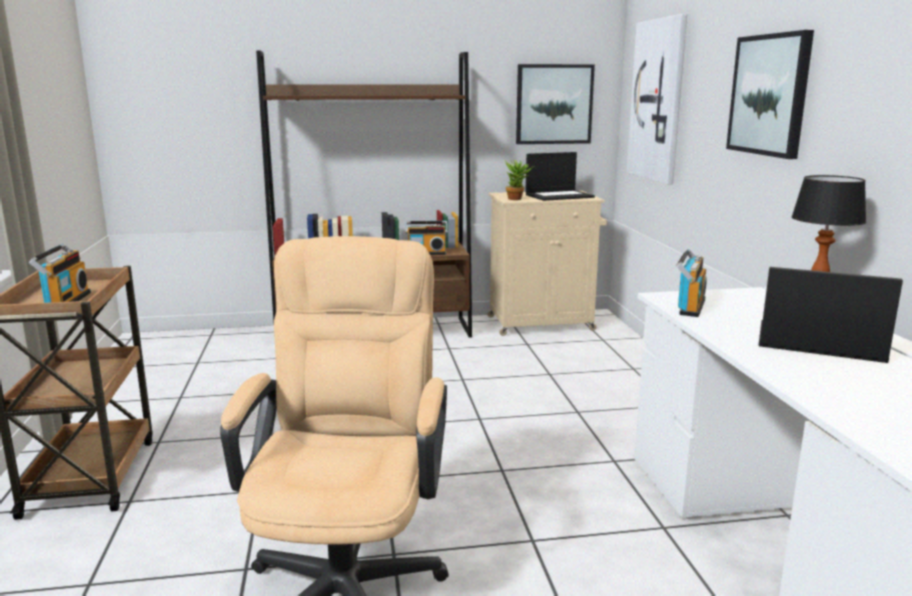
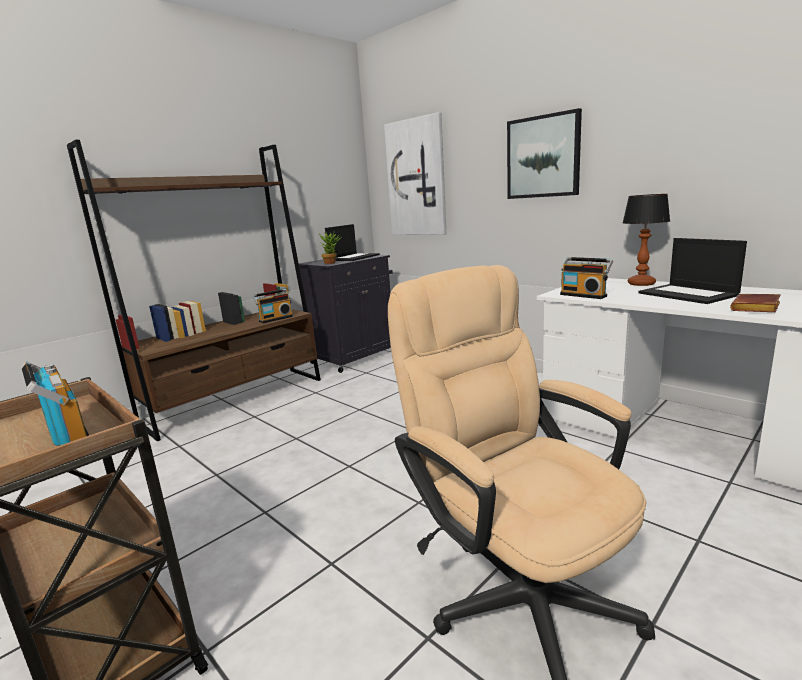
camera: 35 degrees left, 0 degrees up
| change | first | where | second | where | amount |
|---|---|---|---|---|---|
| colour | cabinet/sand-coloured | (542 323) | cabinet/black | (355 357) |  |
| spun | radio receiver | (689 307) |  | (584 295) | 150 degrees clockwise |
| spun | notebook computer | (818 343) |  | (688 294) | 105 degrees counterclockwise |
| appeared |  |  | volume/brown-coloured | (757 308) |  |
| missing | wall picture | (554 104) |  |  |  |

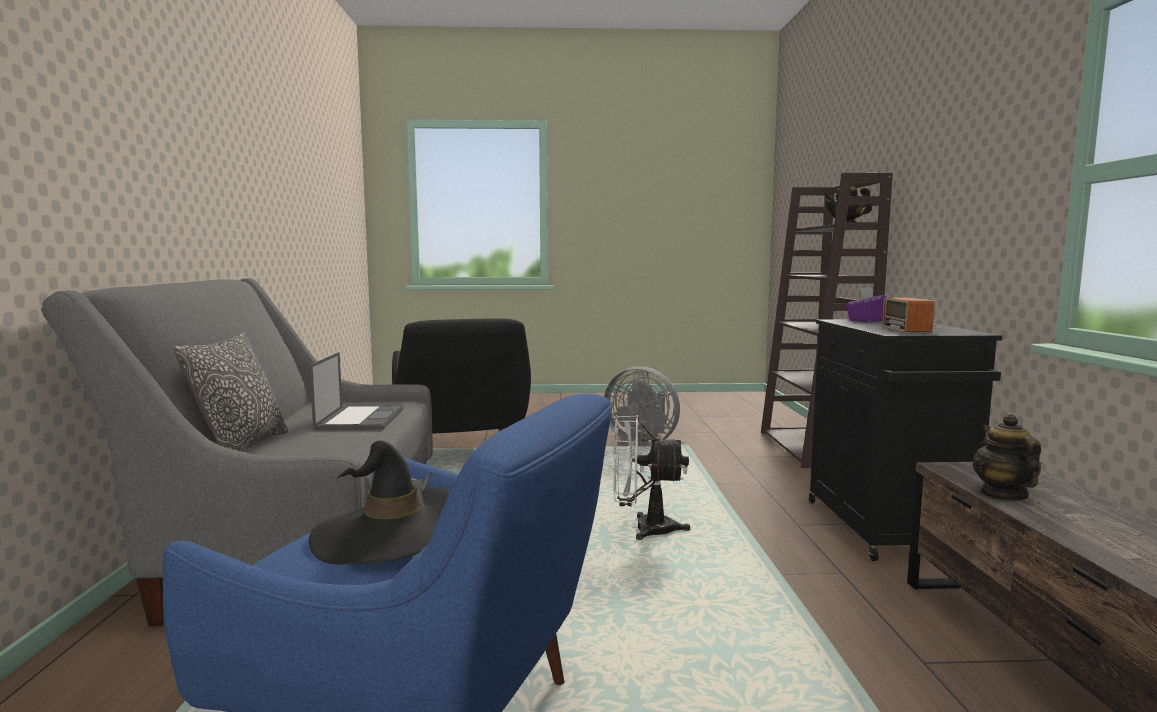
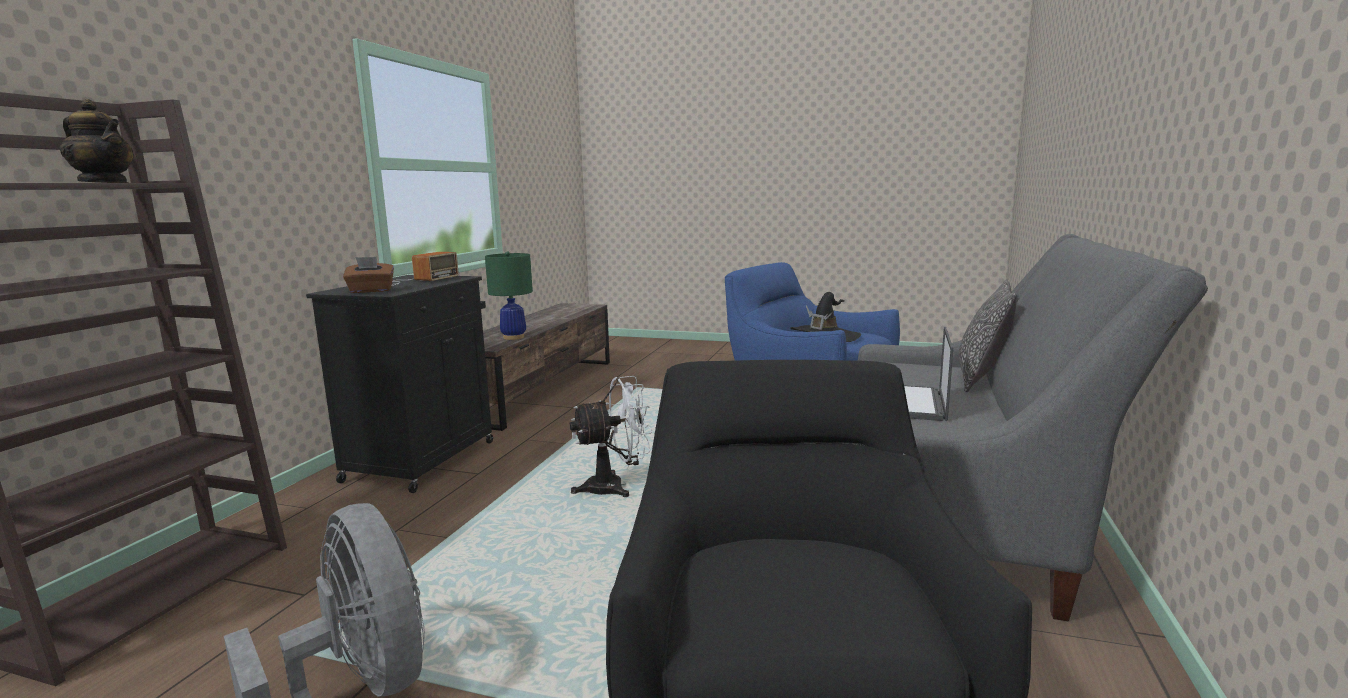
camera: 160 degrees left, 5 degrees up
| change | first | where | second | where | amount |
|---|---|---|---|---|---|
| colour | tissue box/purple | (867 321) | tissue box/brown-coloured | (371 291) |  |
| exchanged | pot for tea | (1003 494) | table lamp/green-coloured | (514 337) |  |
| spun | cooling fan/white-coloured | (644 529) |  | (615 487) | 45 degrees counterclockwise |

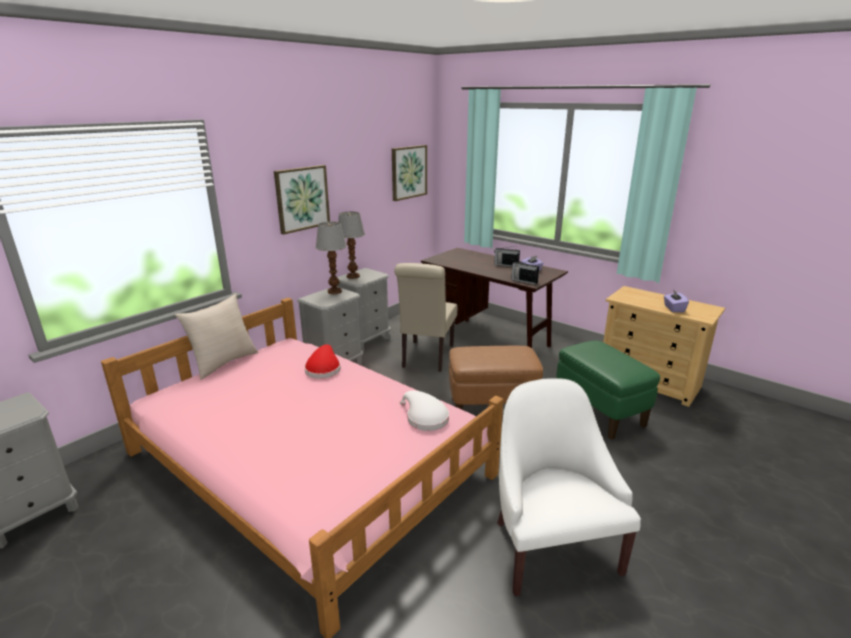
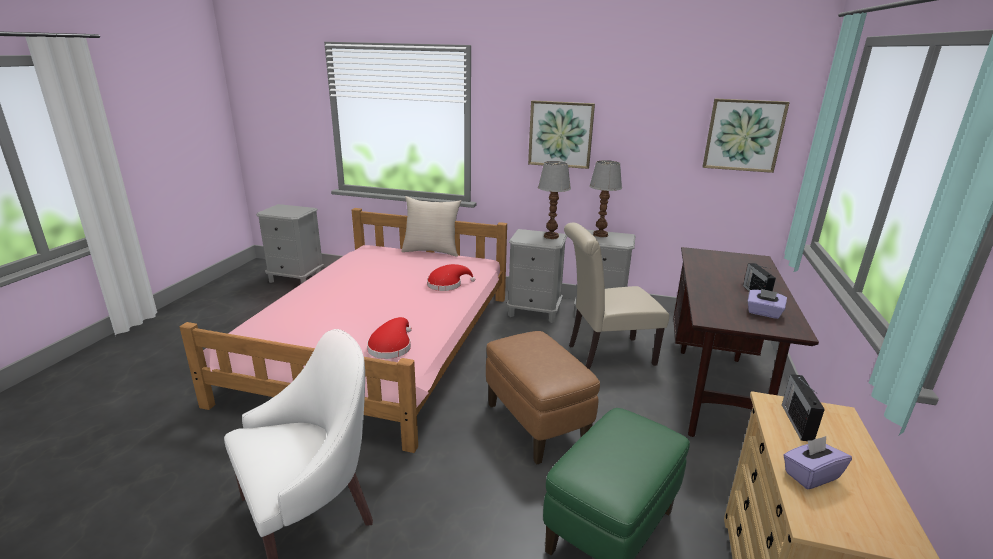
camera: 65 degrees right, 0 degrees up
| change | first | where | second | where | amount |
|---|---|---|---|---|---|
| colour | wearable hat/white-coloured | (425 418) | wearable hat/reddish | (391 347) |  |
| relocated | radio receiver | (523 281) |  | (796 421) |  |

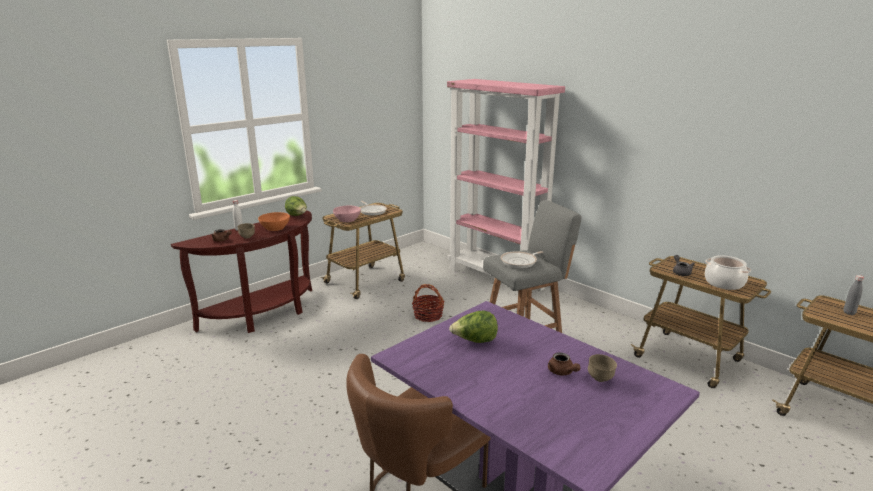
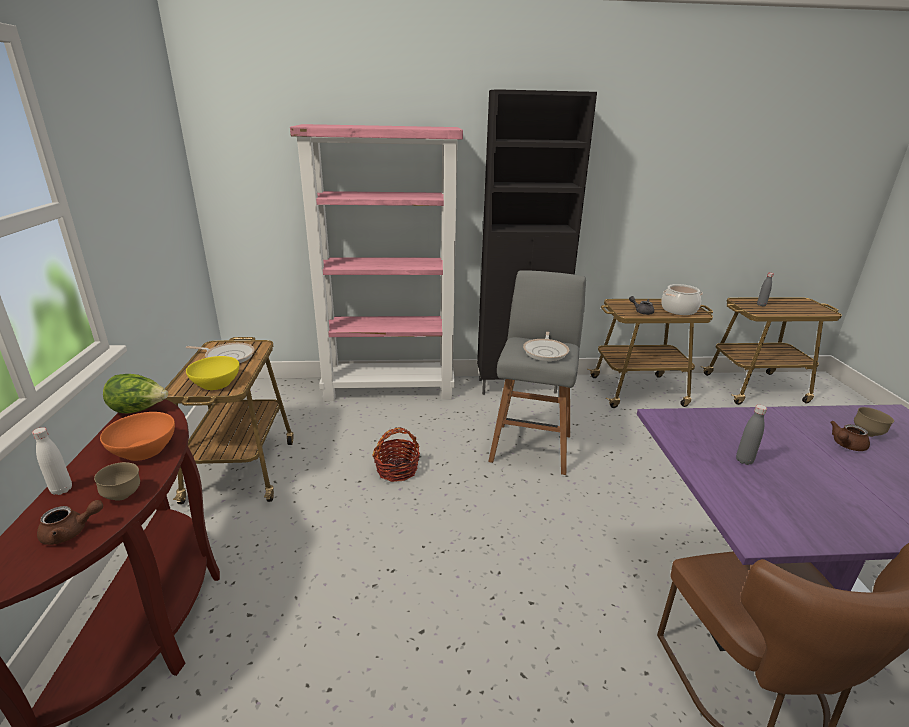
camera: 50 degrees left, 5 degrees up
| change | first | where | second | where | amount |
|---|---|---|---|---|---|
| colour | deep dish/pink-coloured | (347 220) | deep dish/yellow | (216 383) |  |
| appeared |  |  | cabinet/black | (518 386) |  |
| exchanged | head of lettuce | (475 341) | beverage bottle/grey | (744 460) |  |
| spun | pot for tea/brown-coloured | (562 372) |  | (846 445) | 135 degrees clockwise |

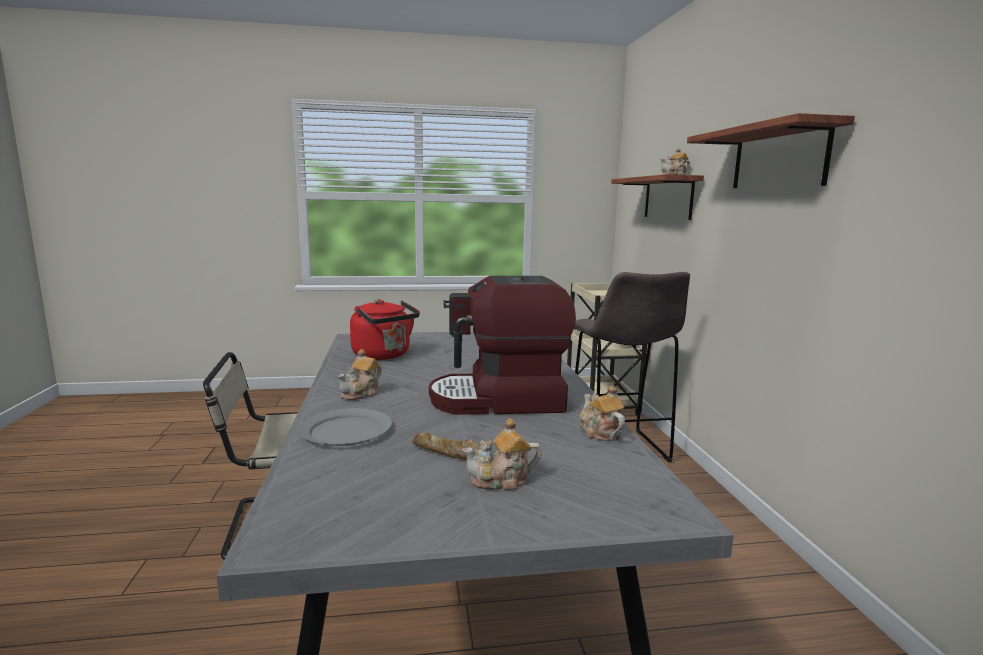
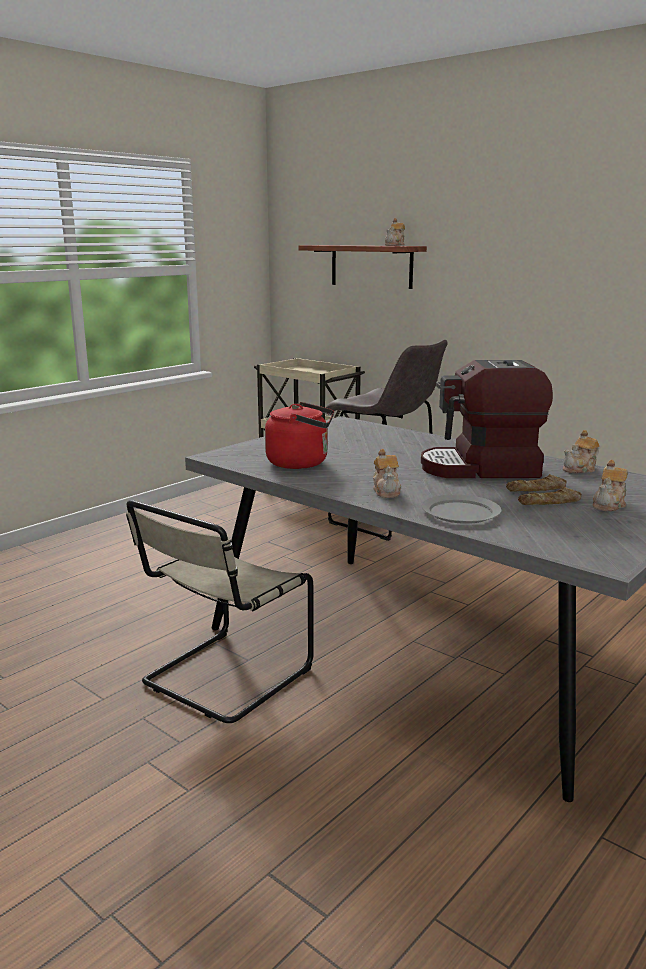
camera: 40 degrees left, 5 degrees up
| change | first | where | second | where | amount |
|---|---|---|---|---|---|
| spun | coffee machine | (500 400) |  | (481 469) | 45 degrees clockwise |
| appeared |  |  | bakery bread | (537 489) |  |
| spun | pot for tea | (599 432) |  | (580 469) | 60 degrees counterclockwise |
| missing | wall shelf | (778 158) |  |  |  |

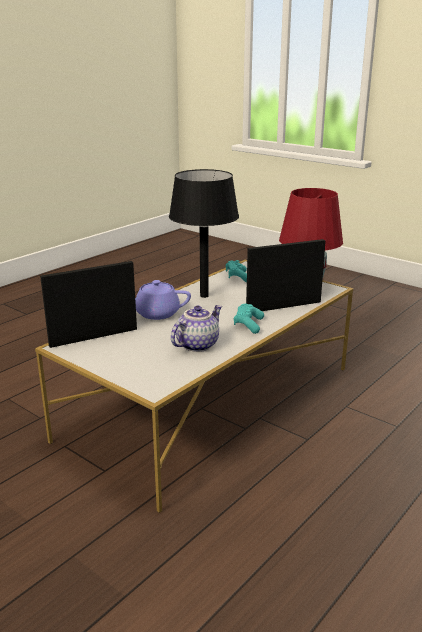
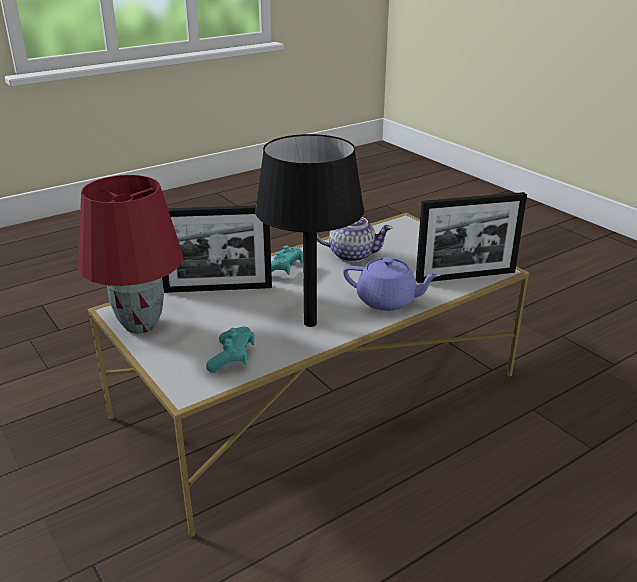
camera: 165 degrees left, 5 degrees up
| change | first | where | second | where | amount |
|---|---|---|---|---|---|
| spun | pot for tea | (197 344) |  | (352 255) | 135 degrees counterclockwise |

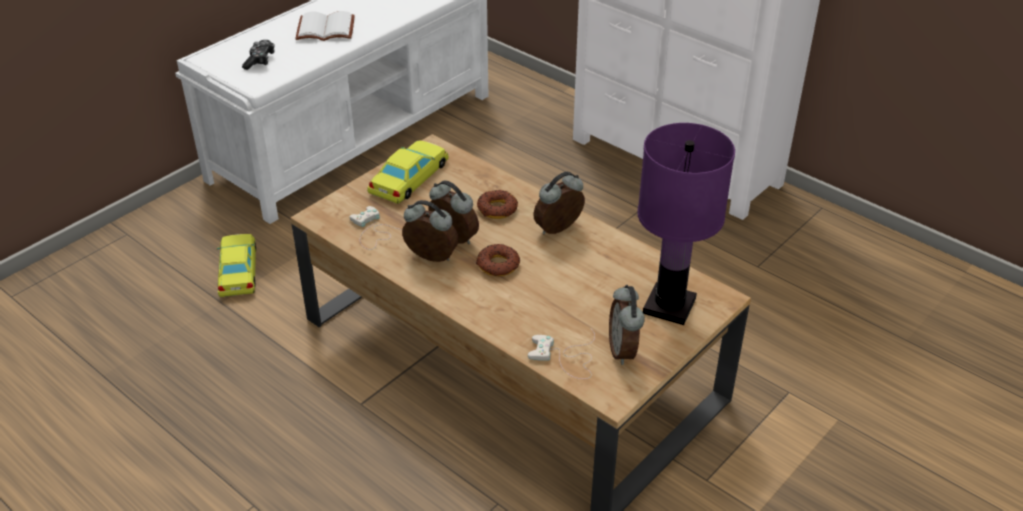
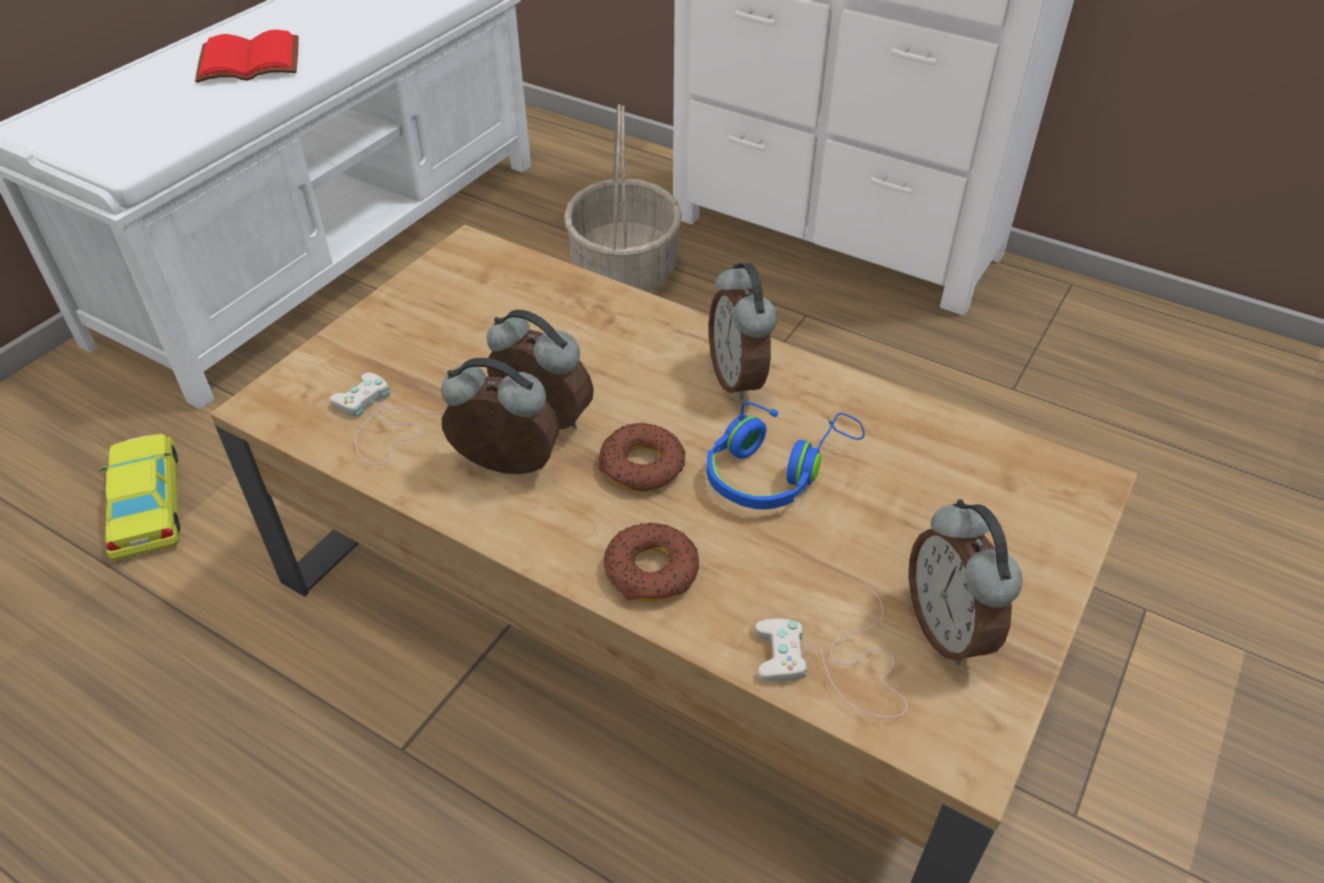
camera: 10 degrees left, 5 degrees up
| change | first | where | second | where | amount |
|---|---|---|---|---|---|
| colour | volume/white-coloured | (324 30) | volume/reddish | (248 64) |  |
| appeared |  |  | household basket | (623 268) |  |
| relocated | donut | (497 209) |  | (651 570) |  |
| appeared |  |  | headset/blue-coloured | (775 470) |  |
| spun | table clock | (559 230) |  | (739 379) | 60 degrees counterclockwise |
| missing | gamepad | (260 60) |  |  |  |
| missing | toy car/yellow | (409 177) |  |  |  |
| missing | table lamp/purple | (668 305) |  |  |  |

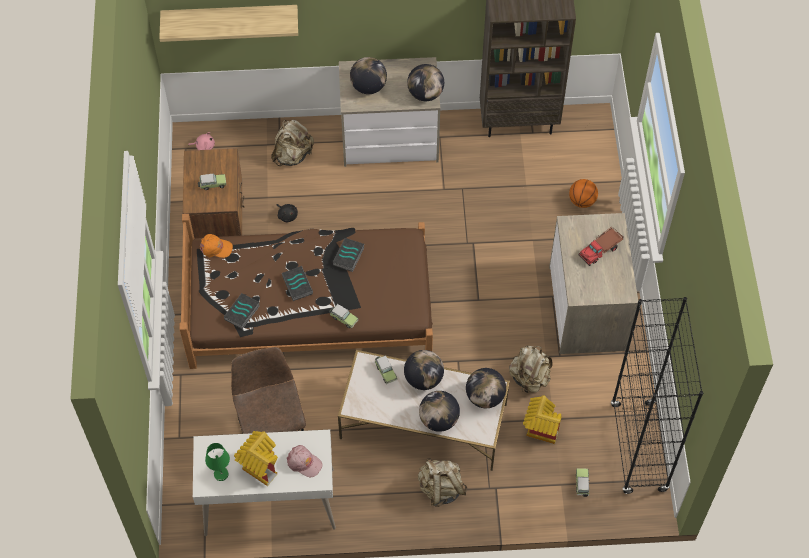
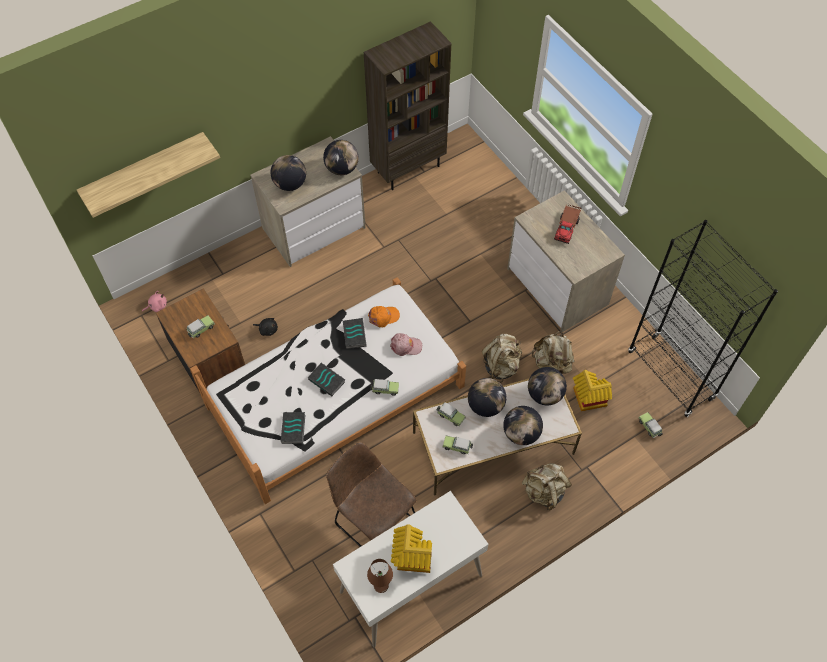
camera: 30 degrees left, 0 degrees up
| change | first | where | second | where | amount |
|---|---|---|---|---|---|
| colour | sleeping bed/brown-coloured | (309 306) | sleeping bed/white-coloured | (335 396) |  |
| colour | table lamp/green-coloured | (220 474) | table lamp/brown-coloured | (380 585) |  |
| relocated | peaked cap/orangey | (216 248) |  | (383 317) |  |
| relocated | peaked cap/pink-coloured | (304 462) |  | (406 346) |  |
| appeared |  |  | toy car | (457 447) |  |
| relocated | rucksack/sand-coloured | (293 155) |  | (501 366) |  |
| missing | ball for basketball | (582 201) |  |  |  |

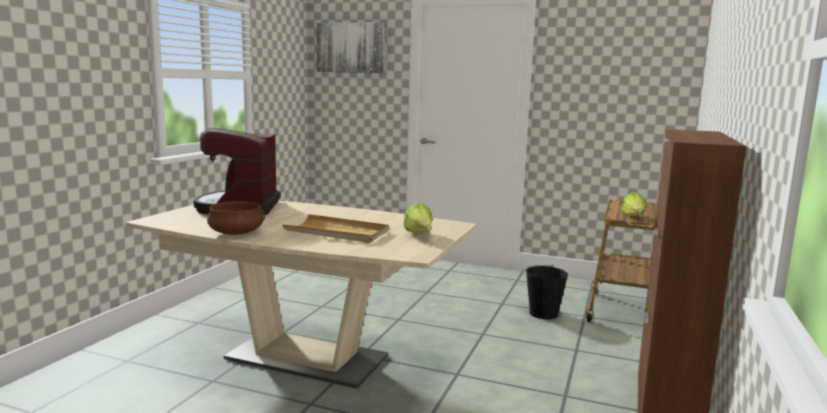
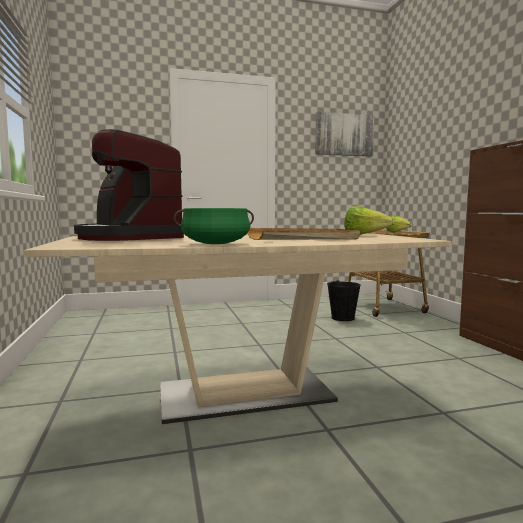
camera: 35 degrees left, 5 degrees down
| change | first | where | second | where | amount |
|---|---|---|---|---|---|
| colour | saucepot/brown-coloured | (236 233) | saucepot/green-coloured | (216 244) |  |
| relocated | wall picture | (351 48) |  | (344 135) |  |

